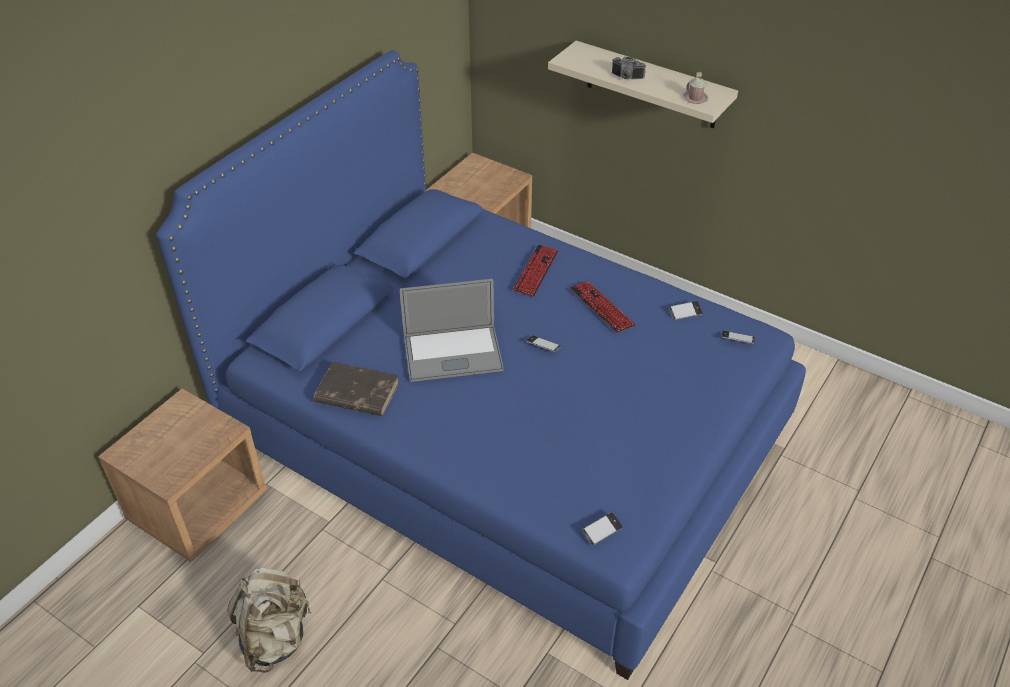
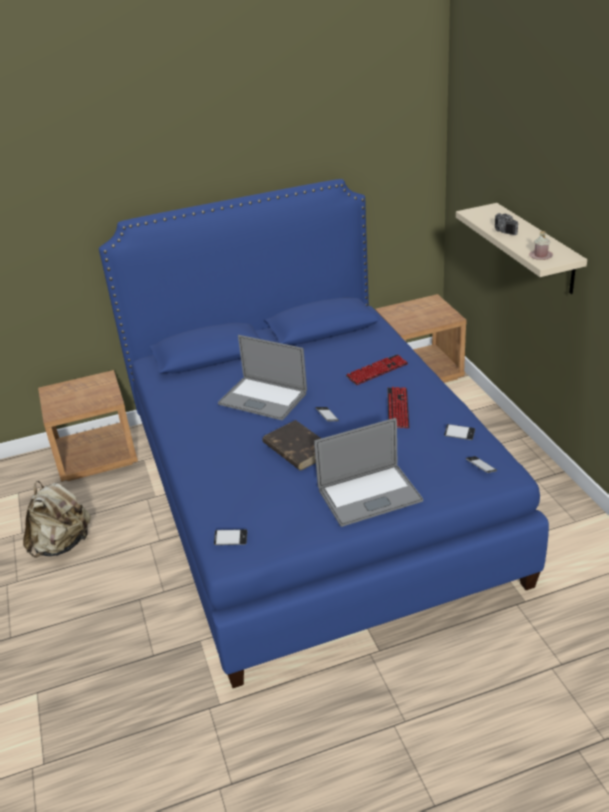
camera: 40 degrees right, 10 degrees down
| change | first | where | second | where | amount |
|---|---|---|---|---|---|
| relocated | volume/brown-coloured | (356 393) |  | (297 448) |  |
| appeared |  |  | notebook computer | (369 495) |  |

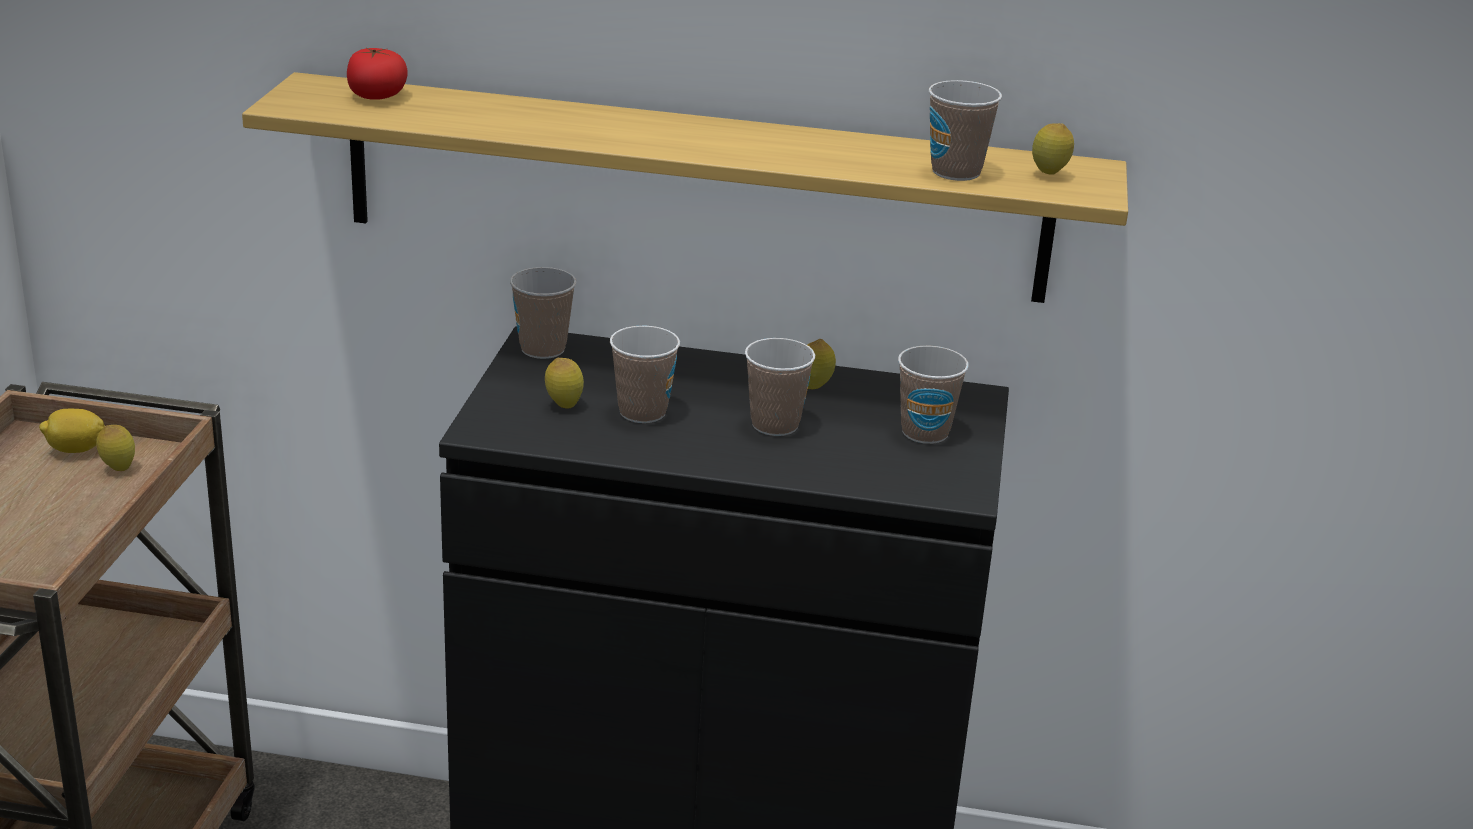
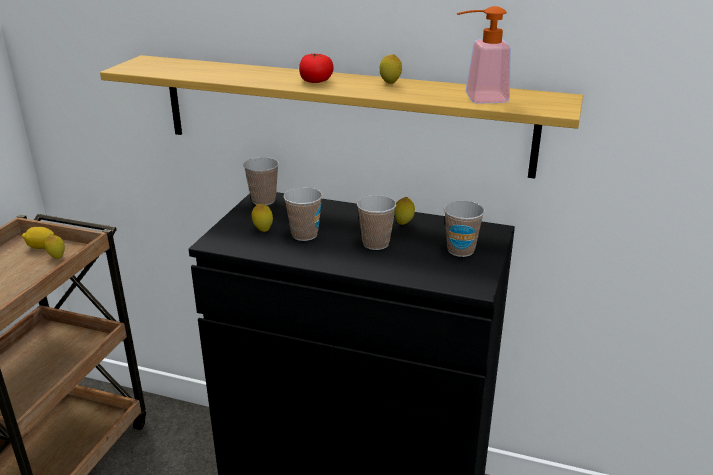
camera: 10 degrees right, 0 degrees up
| change | first | where | second | where | amount |
|---|---|---|---|---|---|
| relocated | fresh tomato | (377 96) |  | (316 81) |  |
| relocated | citrus fruit | (1049 175) |  | (390 84) |  |
| exchanged | drinking cup | (956 172) | liquid soap bottle | (478 99) |  |

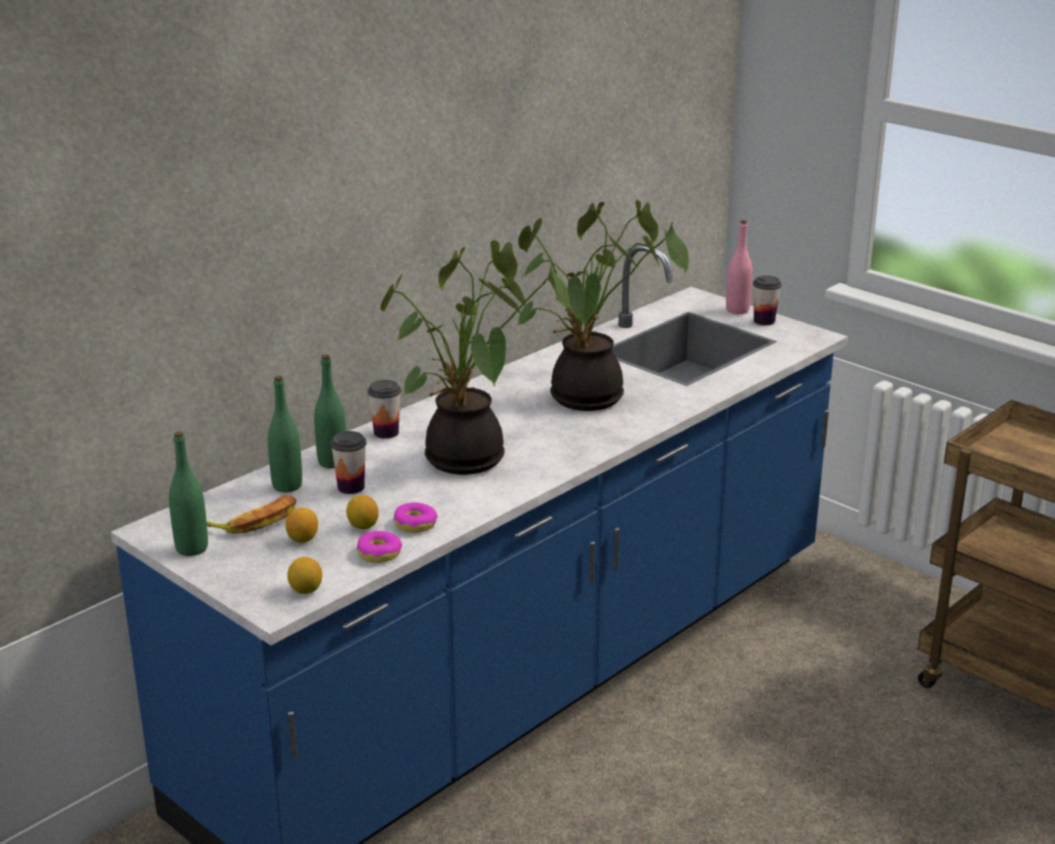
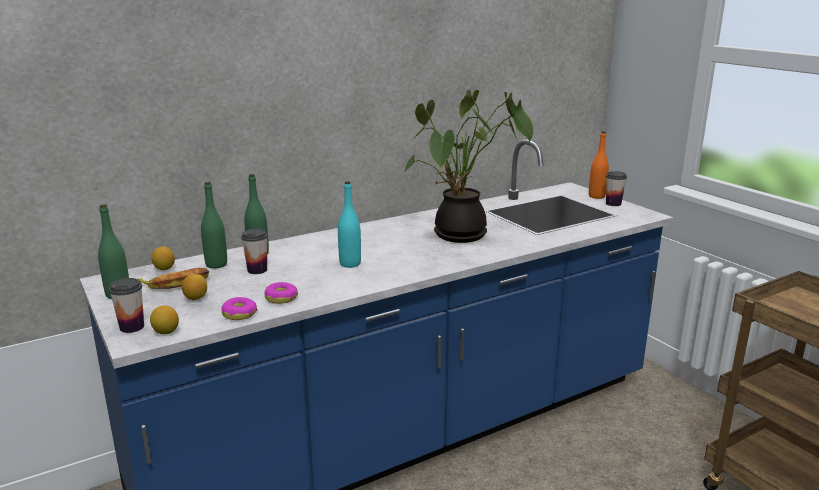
camera: 15 degrees right, 5 degrees down
| change | first | where | second | where | amount |
|---|---|---|---|---|---|
| relocated | drinking cup | (386 433) |  | (132 327) |  |
| relocated | citrus fruit | (363 526) |  | (164 268) |  |
| exchanged | plant in a pot | (469 462) | beverage bottle/turquoise-coloured | (350 264) |  |
| colour | beverage bottle/pink-coloured | (737 310) | beverage bottle/orangey | (596 196) |  |

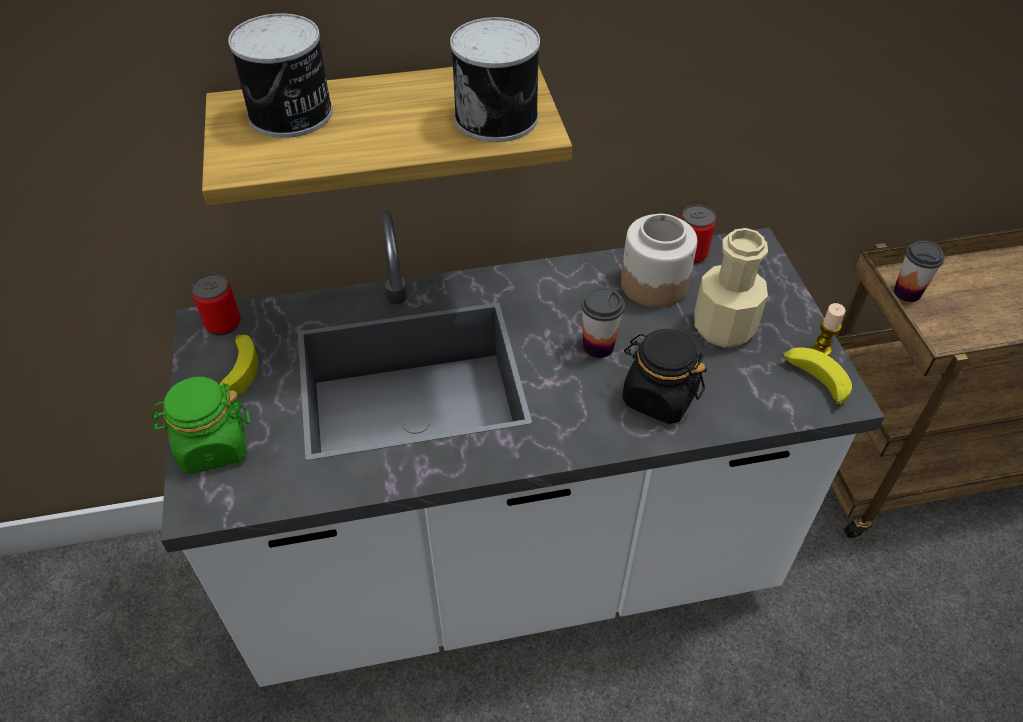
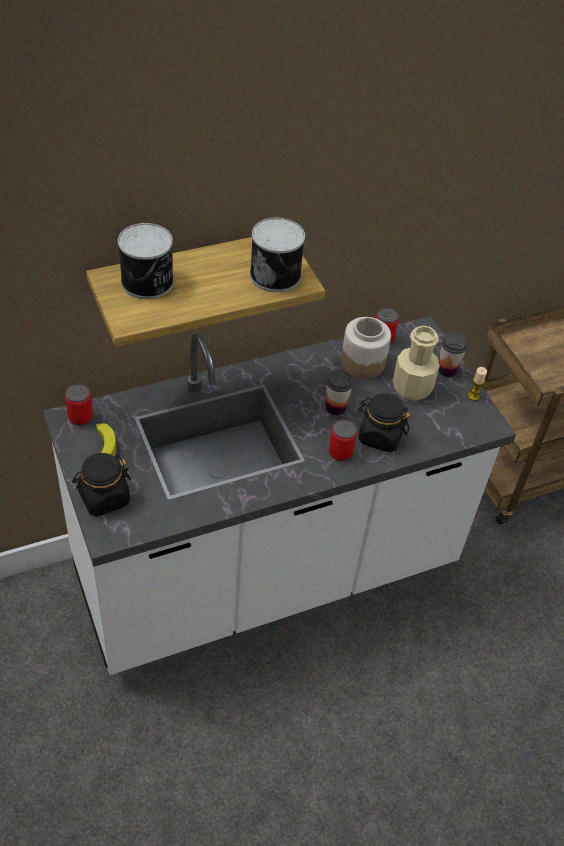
camera: 15 degrees left, 0 degrees up
| change | first | where | second | where | amount |
|---|---|---|---|---|---|
| colour | jar/green-coloured | (212 446) | jar/black | (104 498) |  |
| appeared |  |  | metal can | (340 452) |  |
| relocated | drinking cup | (907 292) |  | (447 370) |  |
| missing | banana | (813 380) |  |  |  |

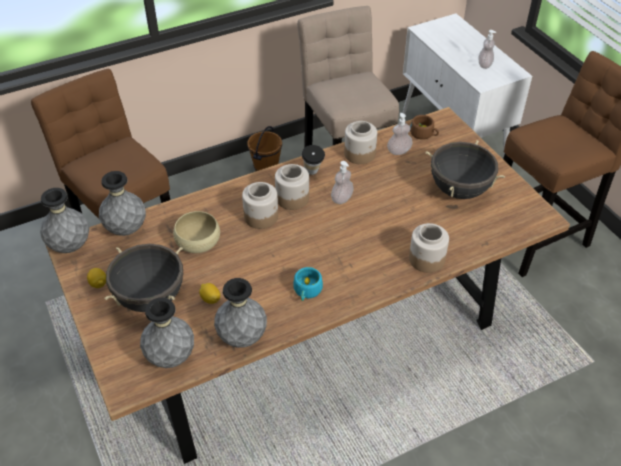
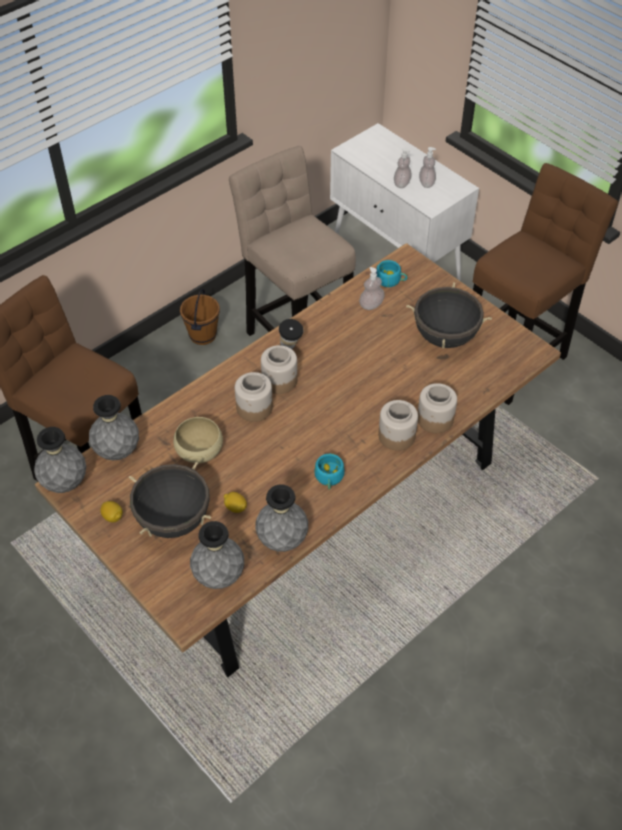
camera: 15 degrees left, 5 degrees up
| change | first | where | second | where | amount |
|---|---|---|---|---|---|
| colour | drinking cup/brown-coloured | (424 134) | drinking cup/turquoise-coloured | (391 280) |  |
| relocated | jar | (360 154) |  | (397 436) |  |
| relocated | liquid soap bottle | (342 199) |  | (402 183) |  |

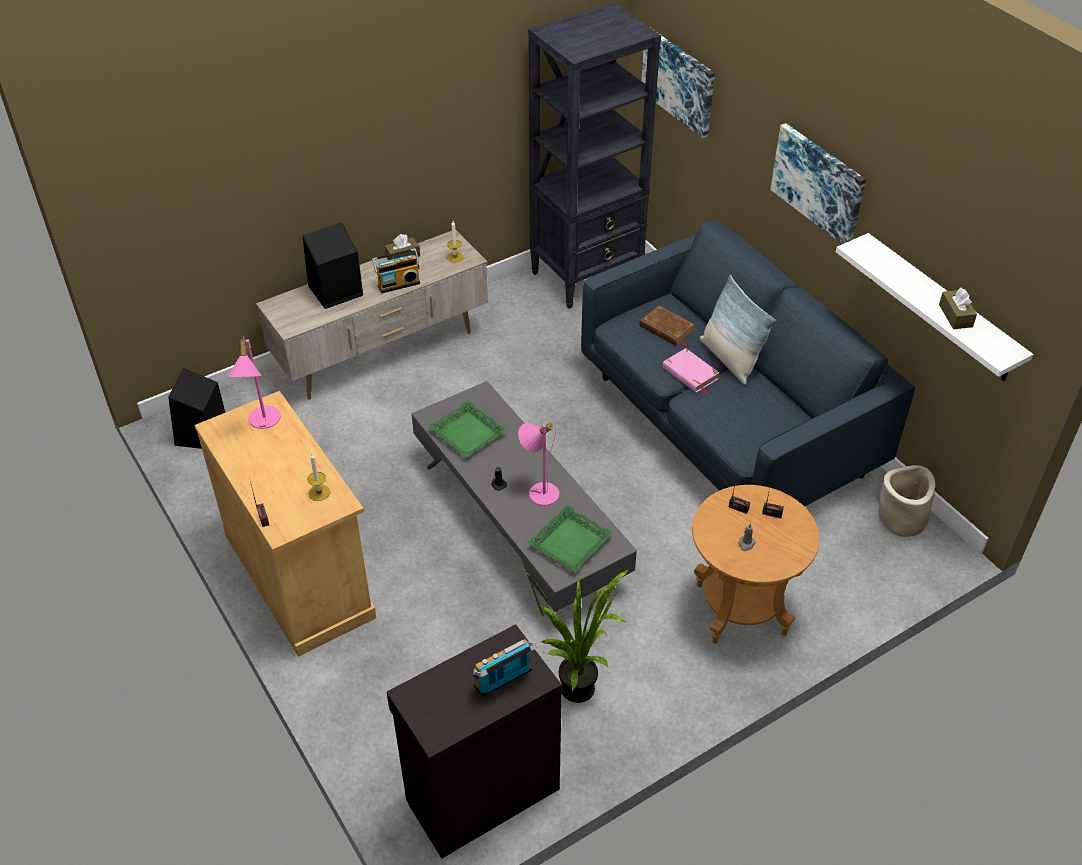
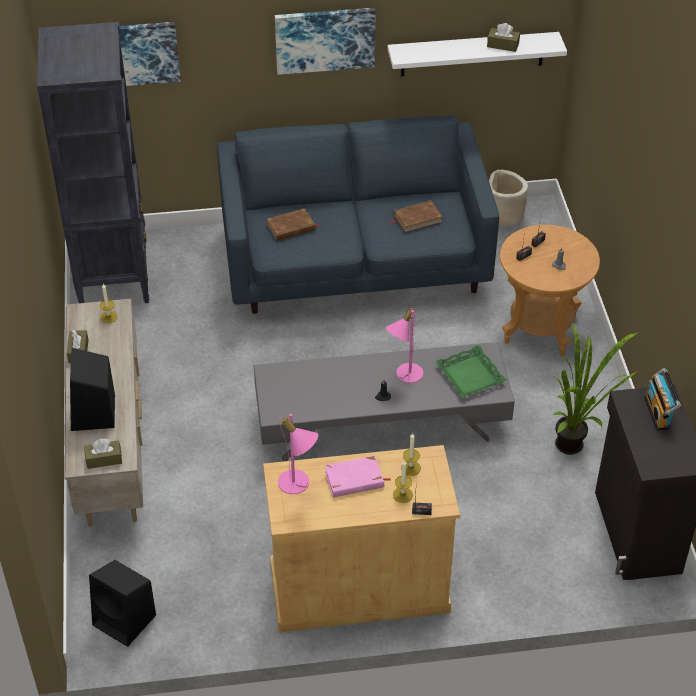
camera: 65 degrees left, 0 degrees up
| change | first | where | second | where | amount |
|---|---|---|---|---|---|
| appeared |  |  | tissue box/brown-coloured | (104 459) |  |
| relocated | volume/pink-coloured | (690 374) |  | (354 480) |  |
| appeared |  |  | volume/brown-coloured | (417 219) |  |
| appeared |  |  | candle | (402 495) |  |
| missing | radio receiver | (398 284) |  |  |  |
| missing | carrying tray/green-coloured | (467 433) |  |  |  |
| missing | cushion | (730 359) |  |  |  |

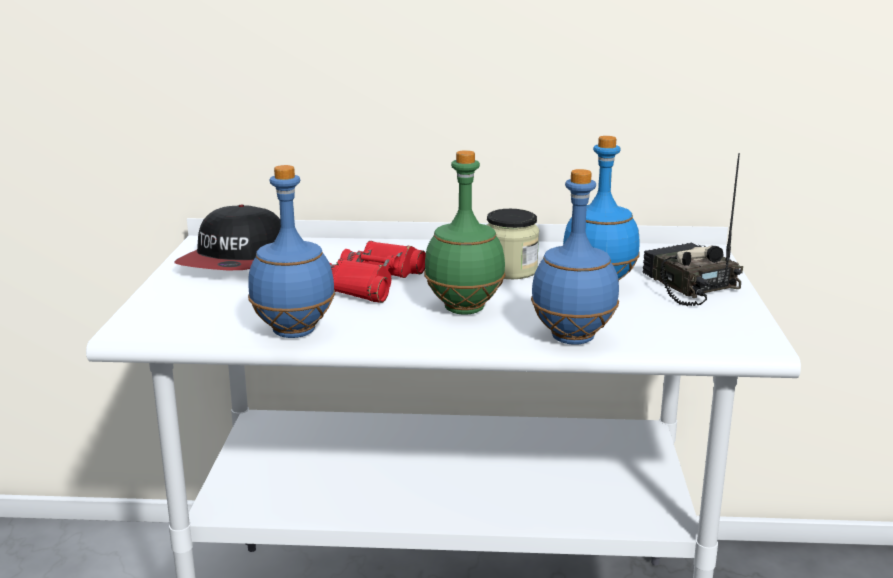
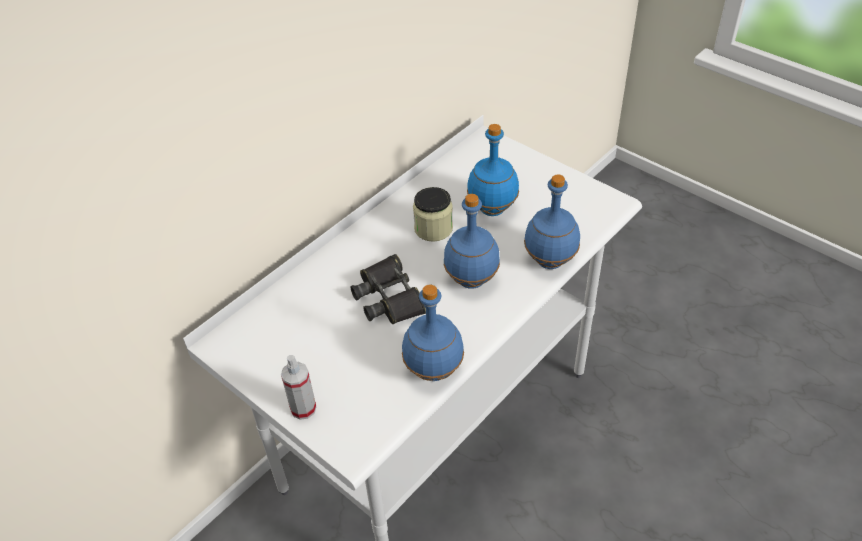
camera: 50 degrees left, 25 degrees up
| change | first | where | second | where | amount |
|---|---|---|---|---|---|
| appeared |  |  | spray bottle | (303 408) |  |
| colour | field glasses/reddish | (373 282) | field glasses/black | (390 297) |  |
| colour | beverage bottle/green-coloured | (465 309) | beverage bottle/blue-coloured | (472 279) |  |
| missing | peaked cap | (235 260) |  |  |  |
| missing | radio receiver | (687 285) |  |  |  |

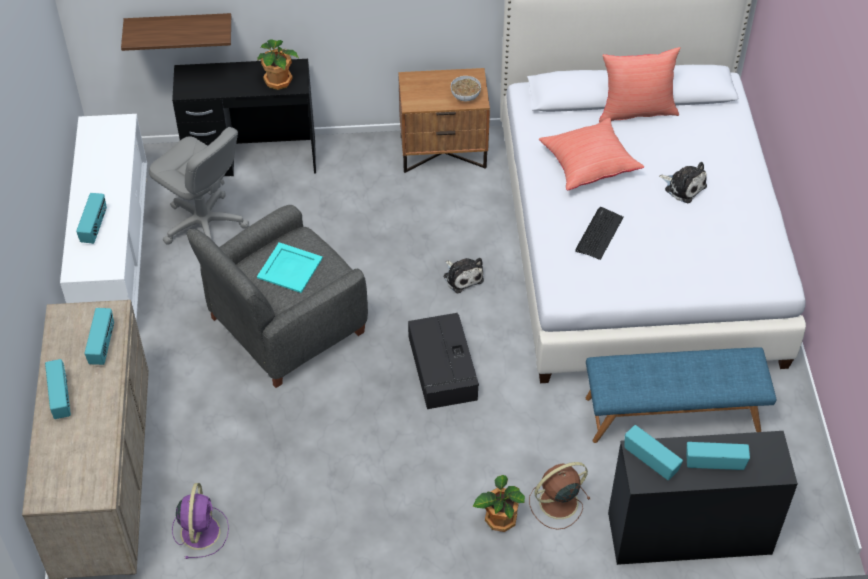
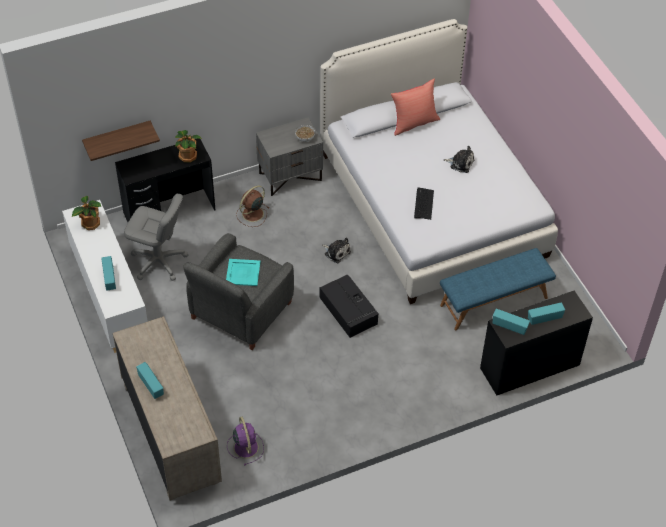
camera: 20 degrees left, 0 degrees up
| change | first | where | second | where | amount |
|---|---|---|---|---|---|
| relocated | plant in a pot | (499 519) |  | (90 224) |  |
| relocated | cooling fan/brown-coloured | (557 503) |  | (252 214) |  |
| colour | night table/brown-coloured | (443 151) | night table/grey | (290 176) |  |
| missing | radio receiver | (103 345) |  |  |  |
| missing | cushion/reddish | (588 165) |  |  |  |

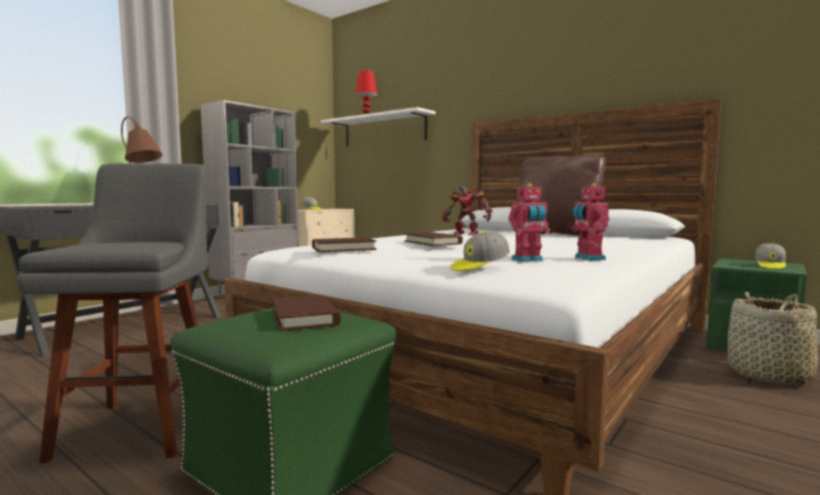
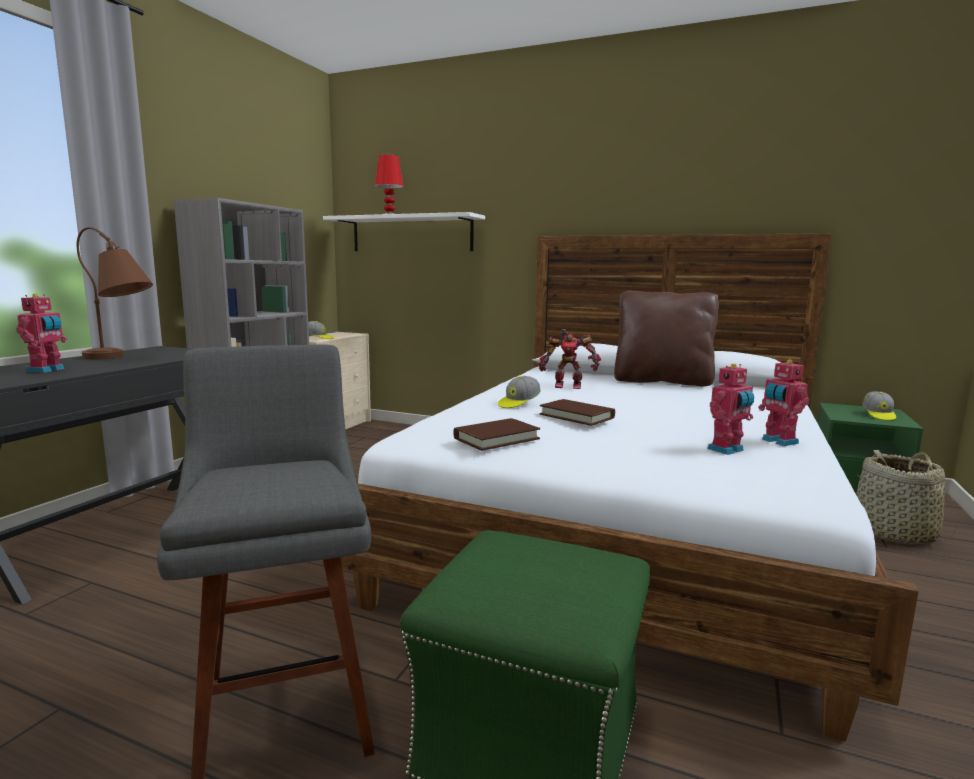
camera: 15 degrees left, 5 degrees up
| change | first | where | second | where | amount |
|---|---|---|---|---|---|
| appeared |  |  | robot figure | (47 370) |  |
| relocated | peaked cap | (479 267) |  | (518 403) |  |
| missing | volume/brown-coloured | (305 317) |  |  |  |

